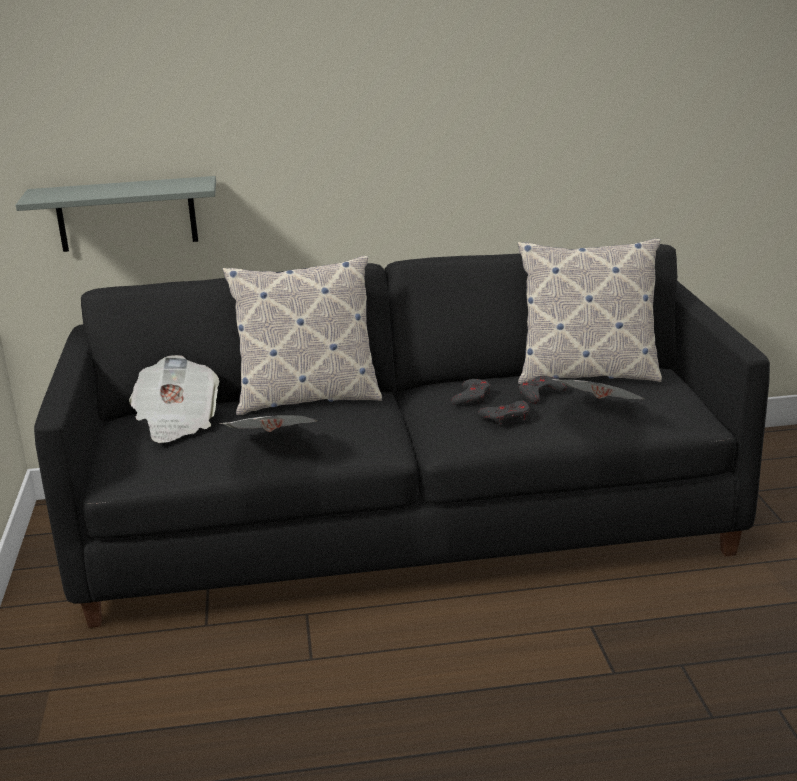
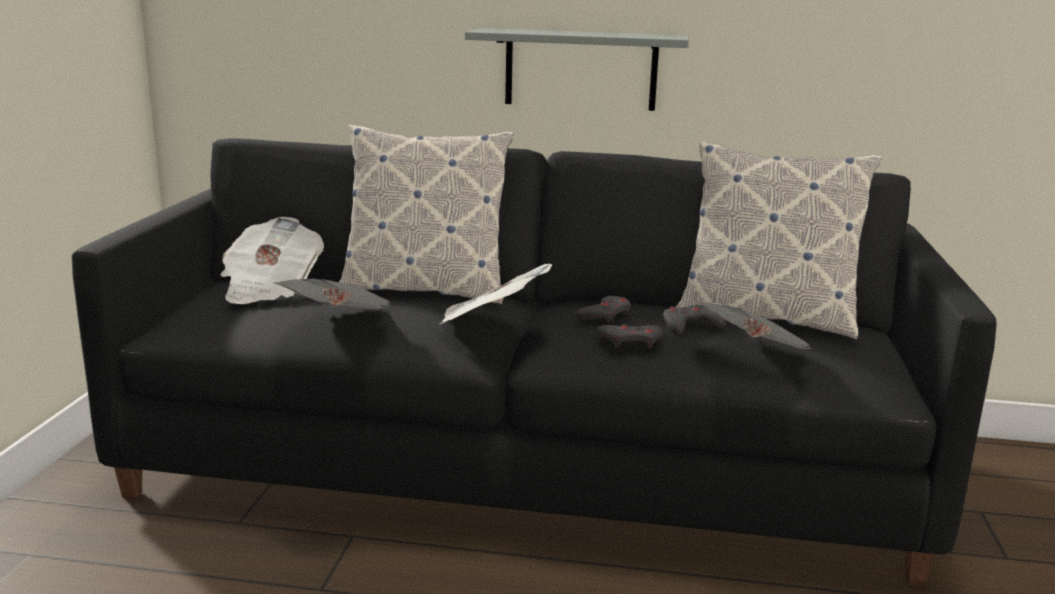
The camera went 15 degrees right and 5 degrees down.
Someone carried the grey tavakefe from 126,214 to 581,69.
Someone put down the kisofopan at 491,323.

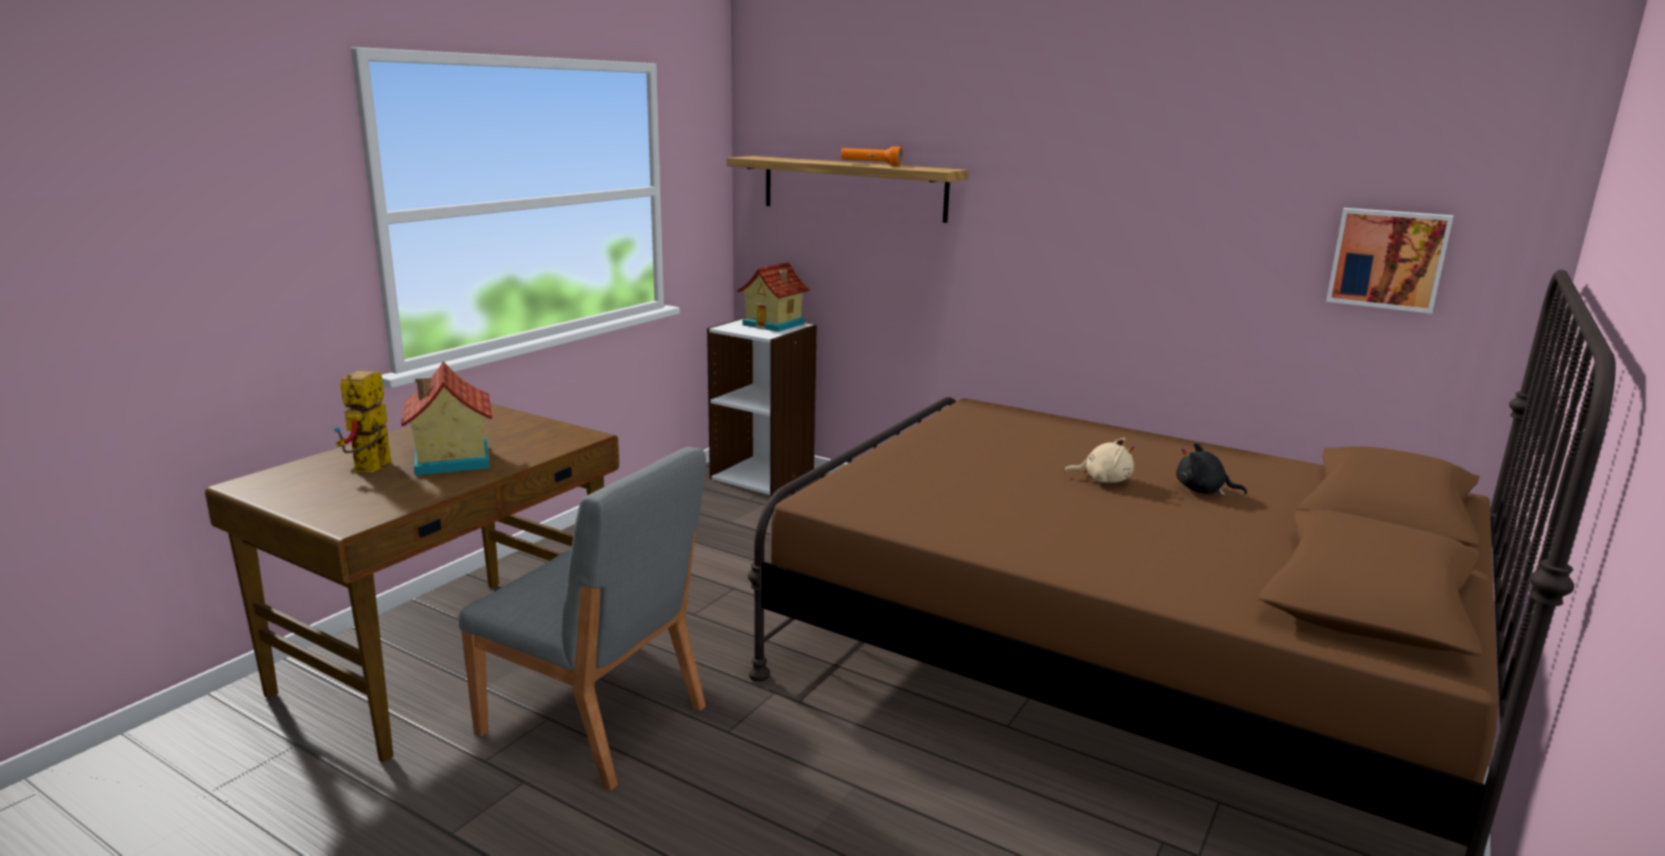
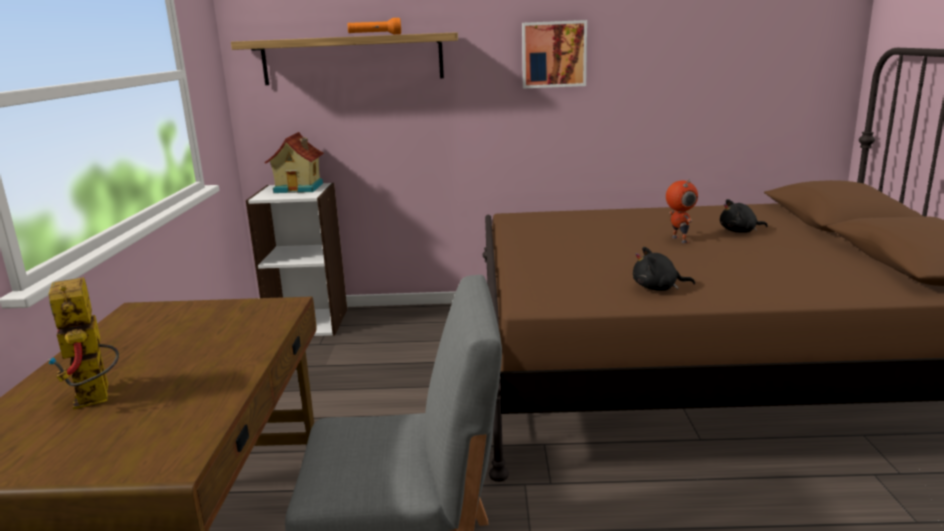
The camera went 30 degrees left and 0 degrees up.
Someone took away the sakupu at 449,460.
Someone swapped the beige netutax at 1103,480 for the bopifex at 678,240.
Someone carried the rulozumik from 1388,259 to 553,54.
Someone put down the black netutax at 658,288.

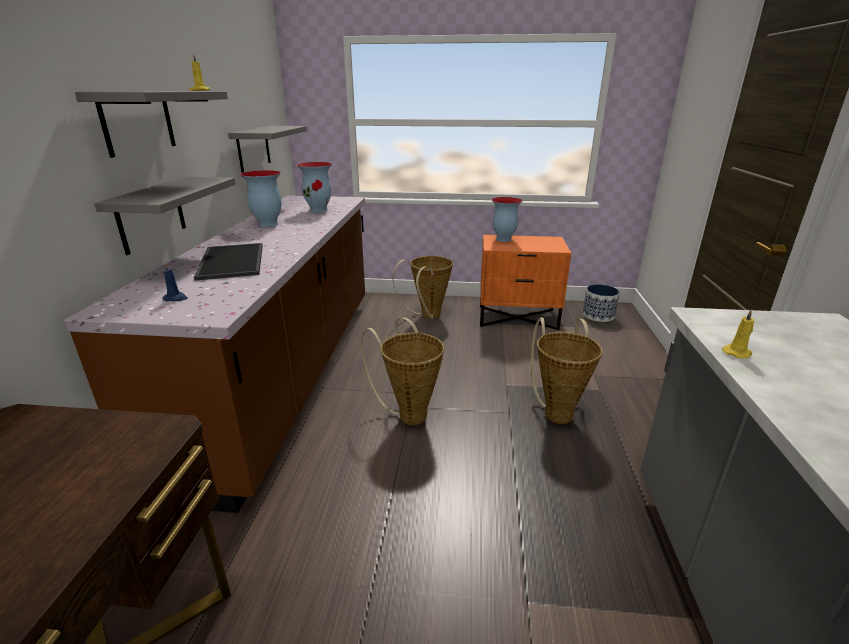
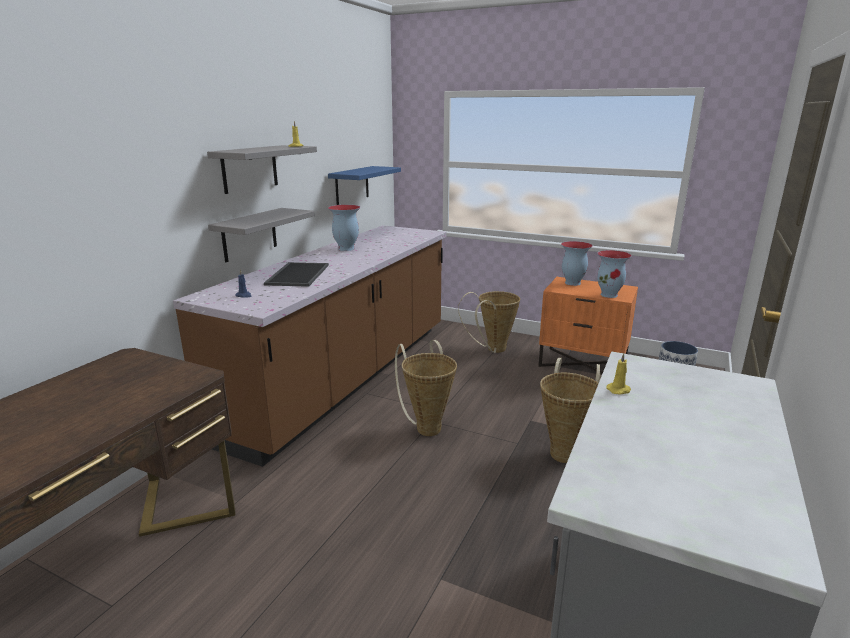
The camera went 20 degrees right and 5 degrees down.
Someone repainted the grey tavakefe at 253,148, which became the blue tavakefe at 352,185.
Someone carried the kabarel from 319,210 to 609,295.

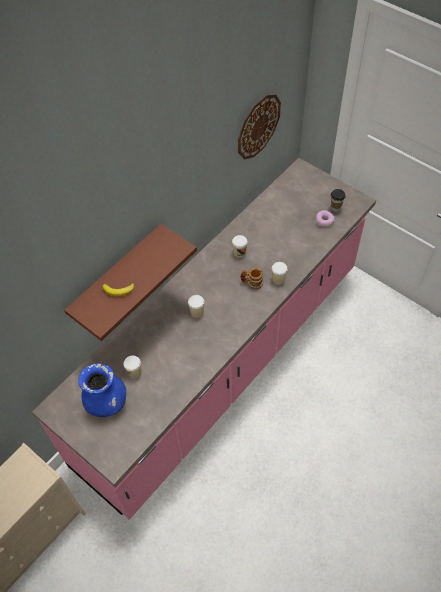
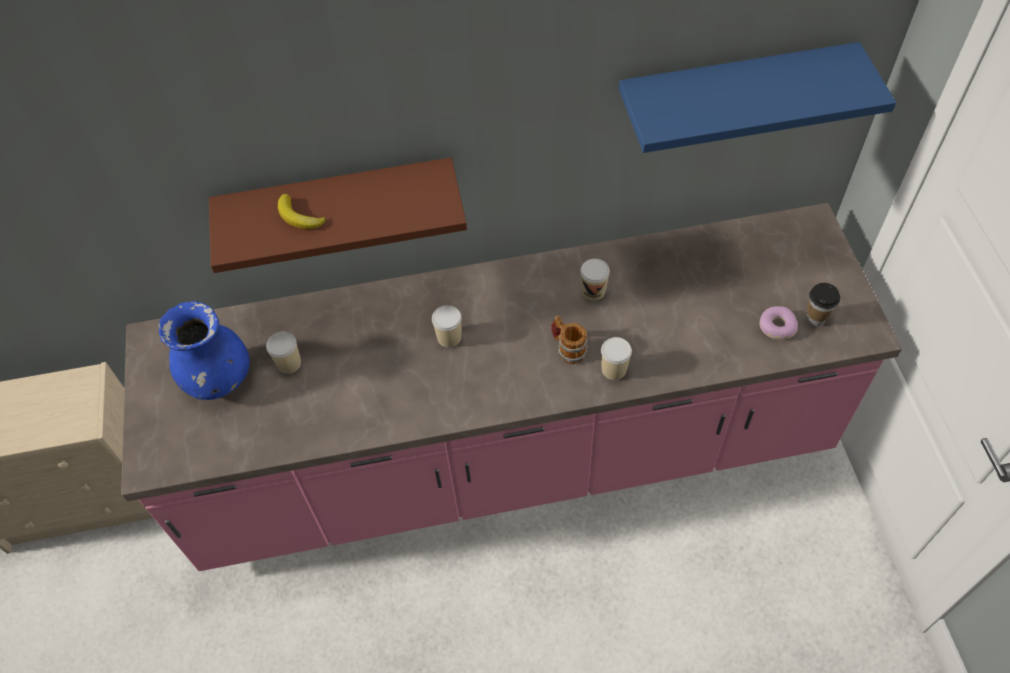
The camera went 40 degrees right and 0 degrees up.
Someone swapped the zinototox at 258,126 for the blue tavakefe at 734,92.

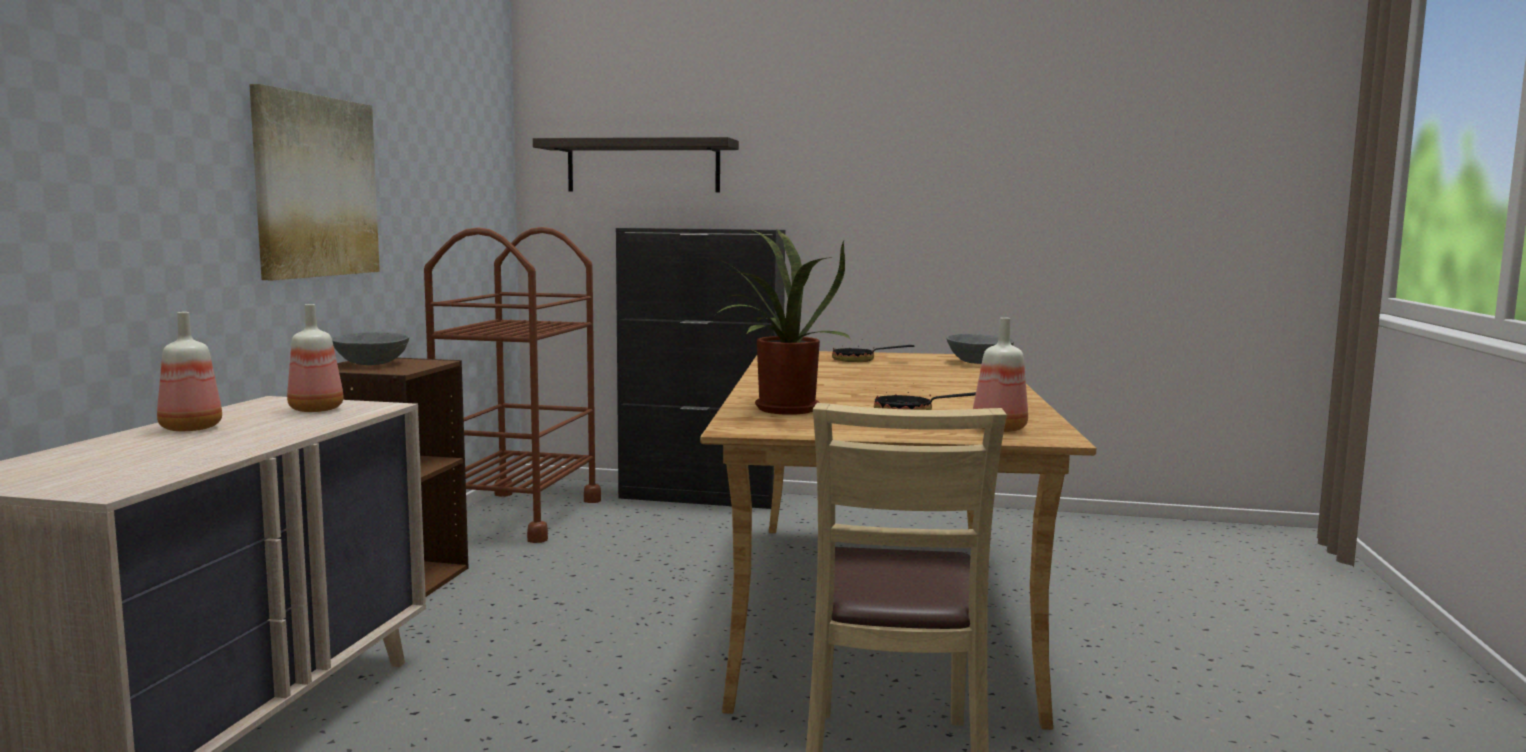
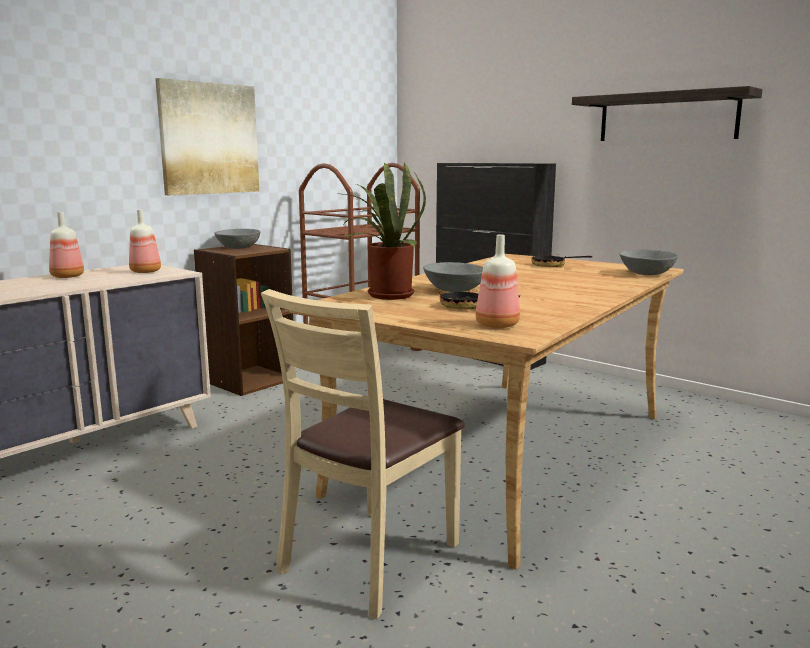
The camera went 30 degrees right and 5 degrees up.
Someone carried the tavakefe from 643,166 to 667,117.
Someone put down the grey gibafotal at 453,290.

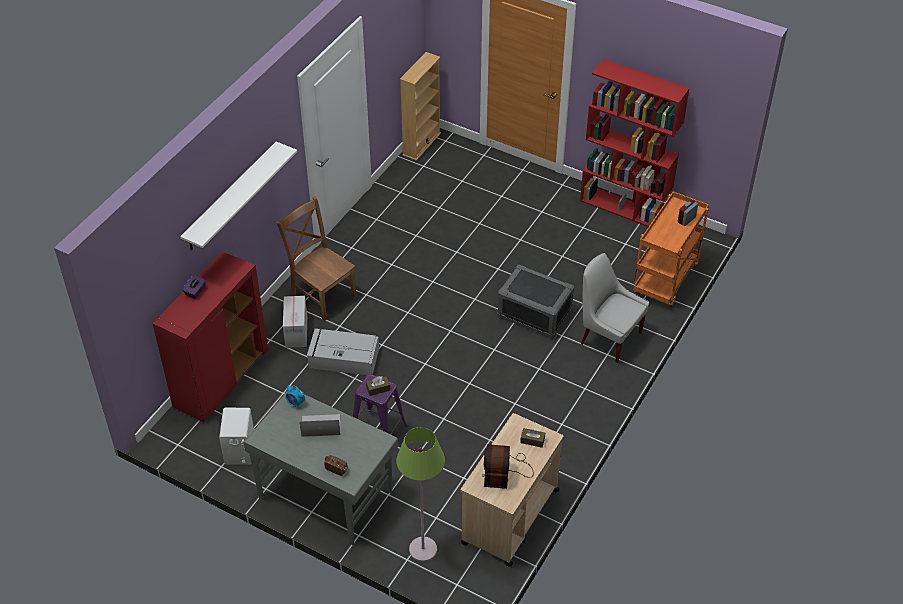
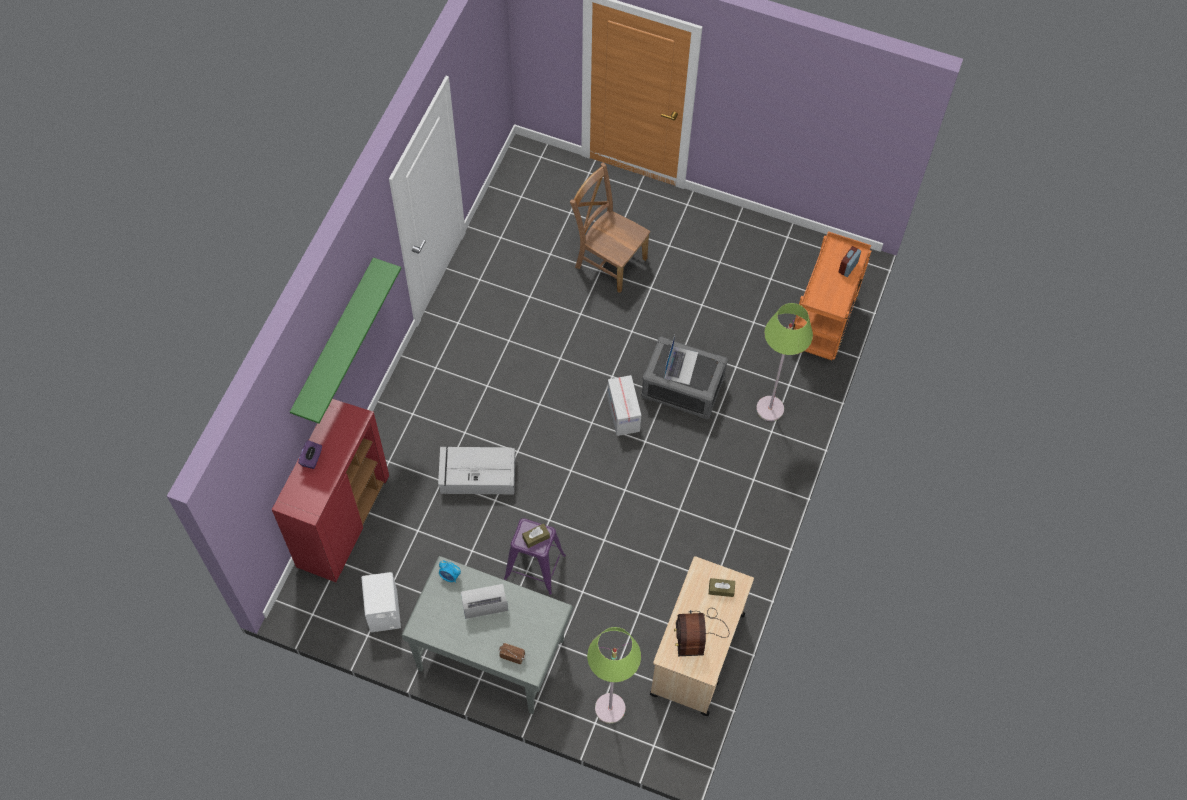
The camera went 10 degrees left and 15 degrees up.
Someone repainted the white tavakefe at 231,197, which became the green tavakefe at 334,340.
Someone carried the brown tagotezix from 321,295 to 608,261.
Someone carried the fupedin from 296,332 to 623,414.
Someone took away the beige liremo at 421,144.
Someone took away the red liremo at 624,208.
Someone swapped the white tagotezix at 608,337 for the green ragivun at 770,408.
Someone put down the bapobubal at 681,365.

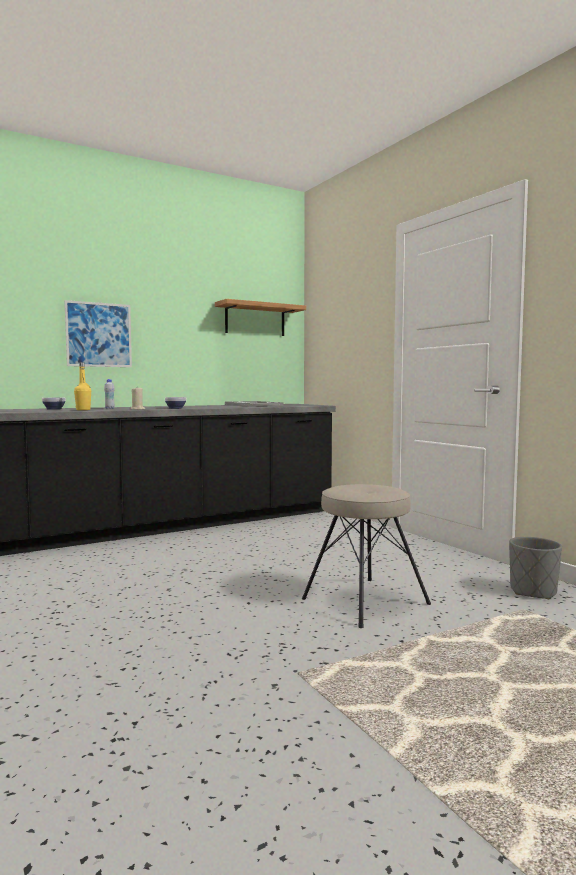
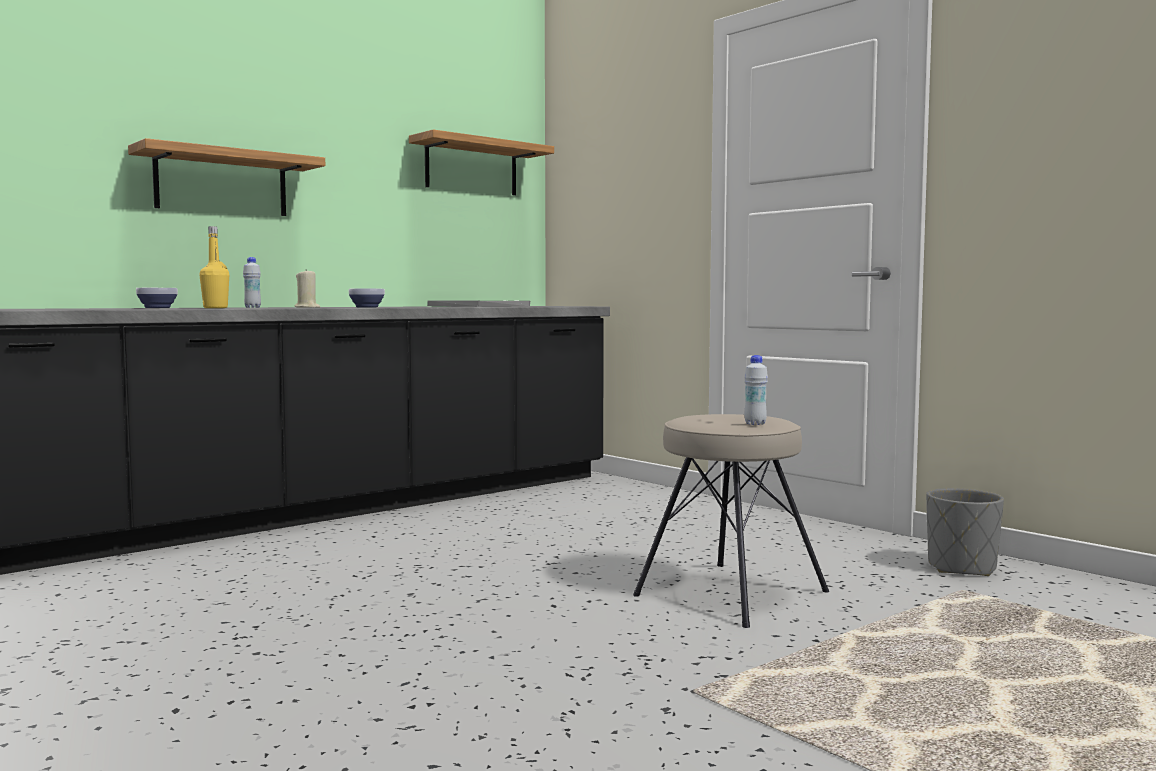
The camera went 10 degrees left and 0 degrees up.
Someone swapped the rulozumik at 99,334 for the tavakefe at 221,183.
Someone put down the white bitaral at 755,424.

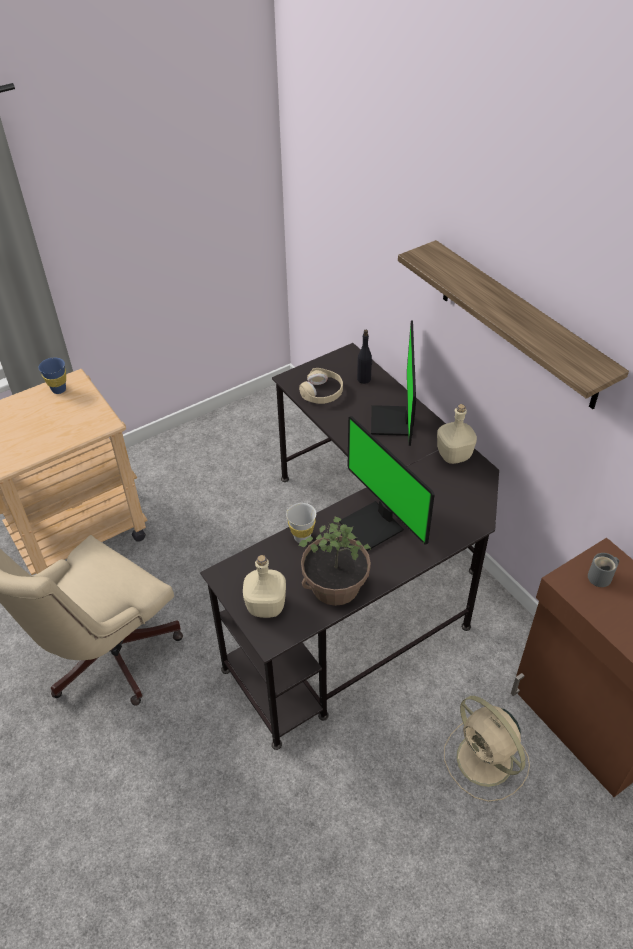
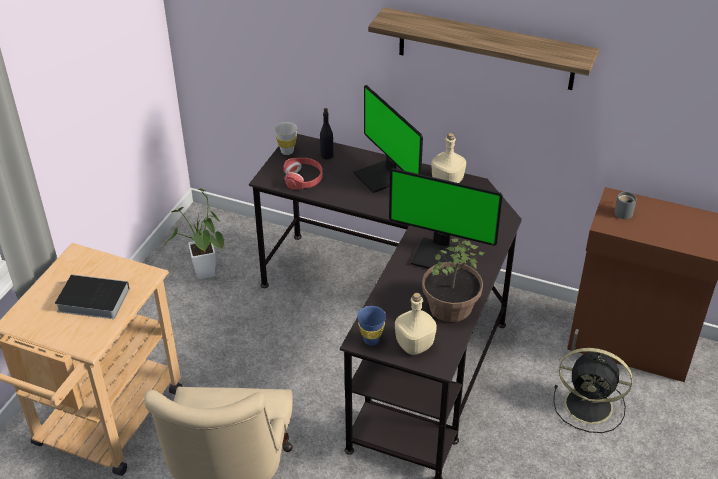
The camera went 35 degrees left and 5 degrees down.
Someone carried the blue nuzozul from 59,389 to 371,340.
Someone carried the white nuzozul from 302,537 to 287,151.
Someone repainted the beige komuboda at 322,392, which became the red komuboda at 303,178.
Someone repainted the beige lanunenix at 486,761, which became the black lanunenix at 590,406.
Someone put down the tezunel at 91,300.
Someone put down the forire at 205,276.

